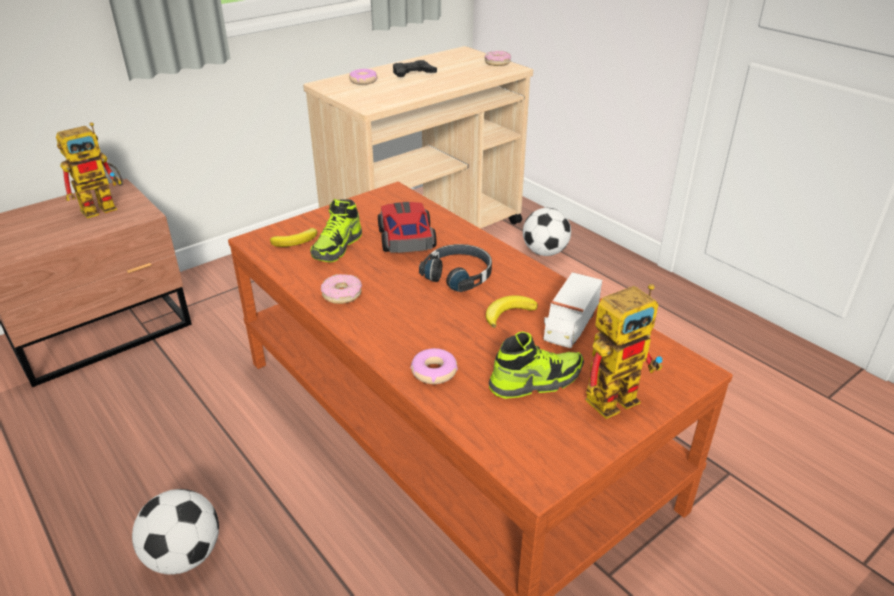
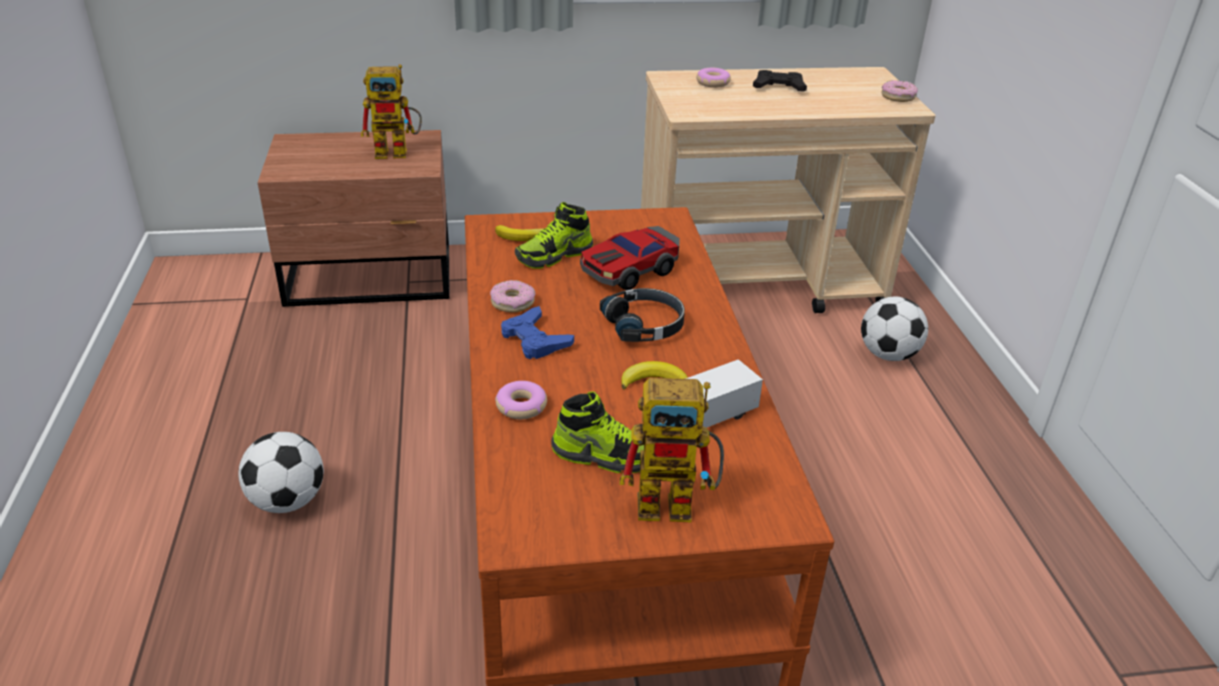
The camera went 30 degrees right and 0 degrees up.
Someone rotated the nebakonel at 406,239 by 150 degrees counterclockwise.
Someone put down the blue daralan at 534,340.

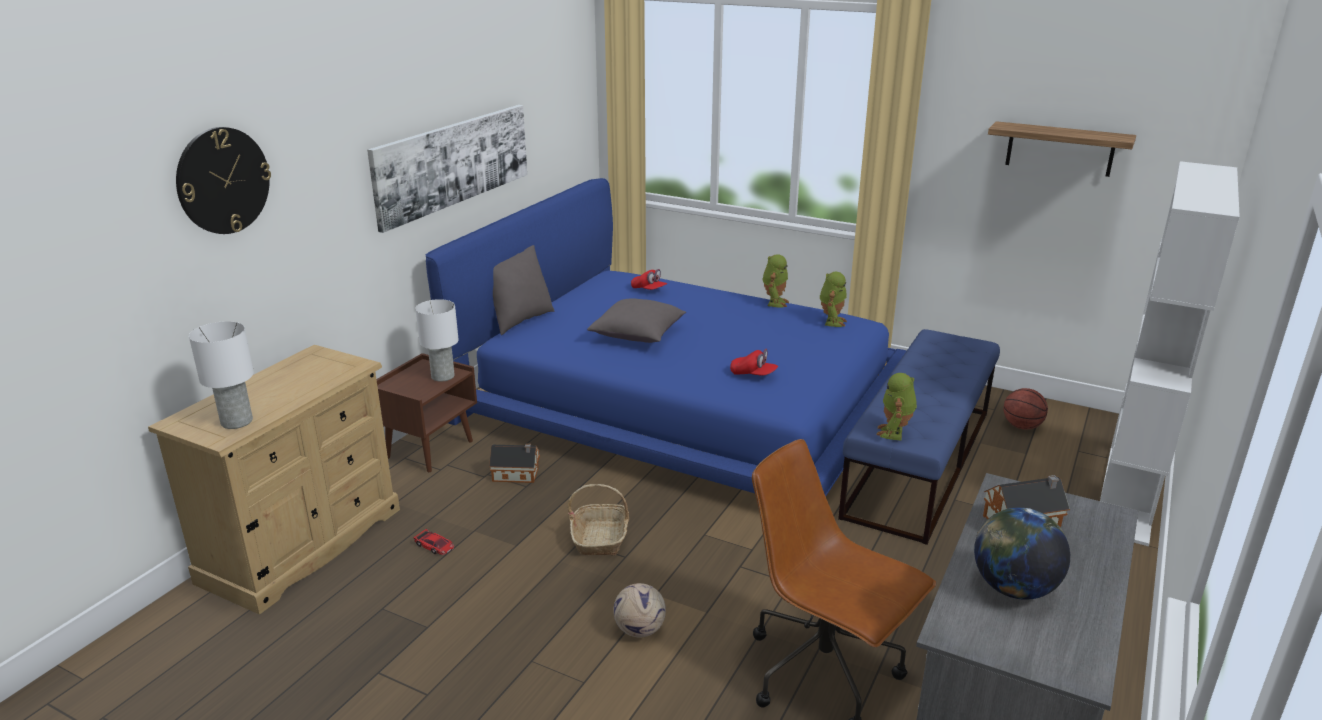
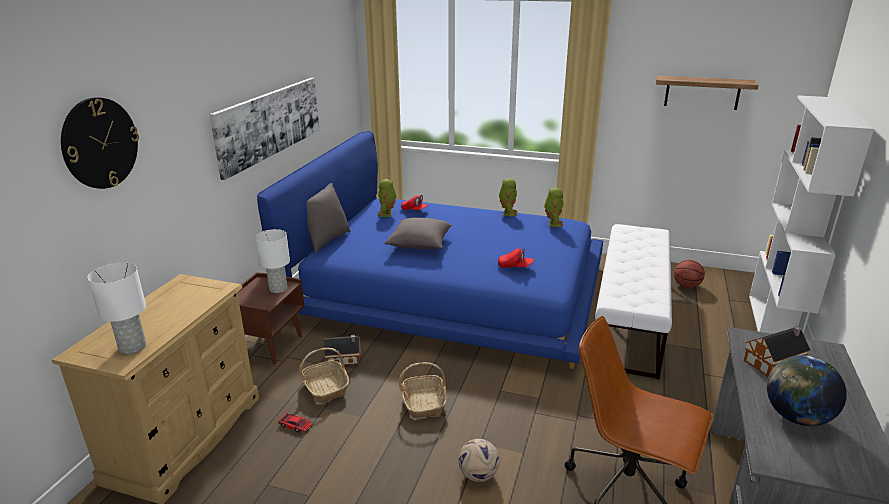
The camera went 10 degrees left and 0 degrees up.
Someone repainted the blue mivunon at 919,461, which became the white mivunon at 629,318.
Someone carried the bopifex from 894,433 to 387,214.
Someone put down the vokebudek at 325,387.

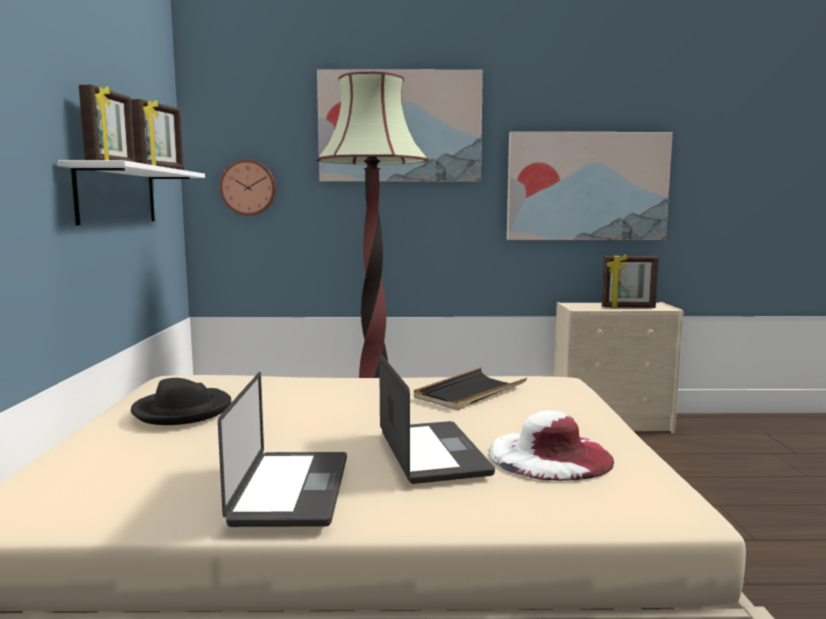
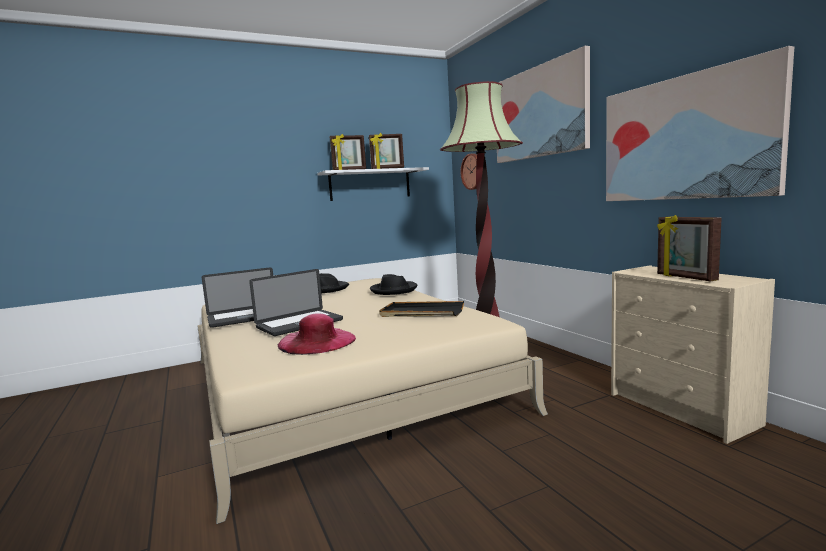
The camera went 65 degrees right and 0 degrees up.
Someone repainted the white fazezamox at 549,455, which became the pink fazezamox at 317,341.
Someone put down the black fazezamox at 393,290.

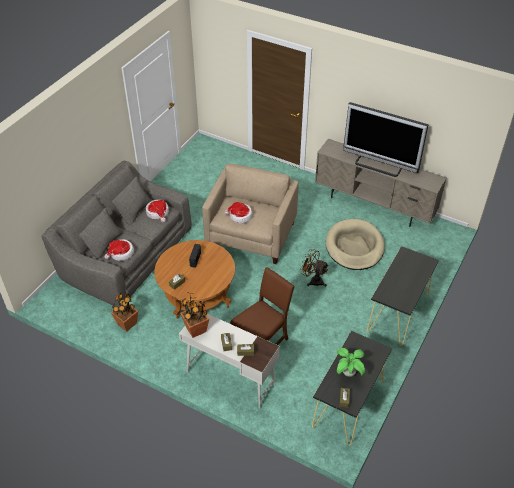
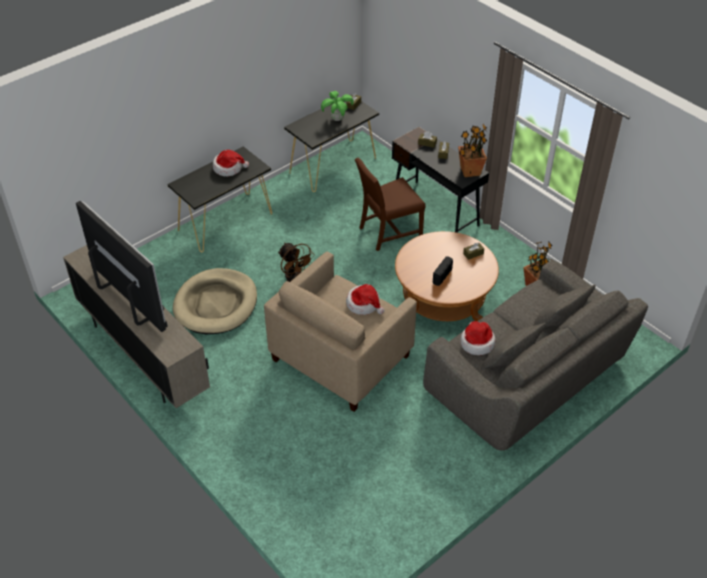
The camera went 160 degrees left and 0 degrees up.
Someone carried the fazezamox from 121,253 to 228,168.
Someone repainted the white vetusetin at 230,377, which became the black vetusetin at 435,210.

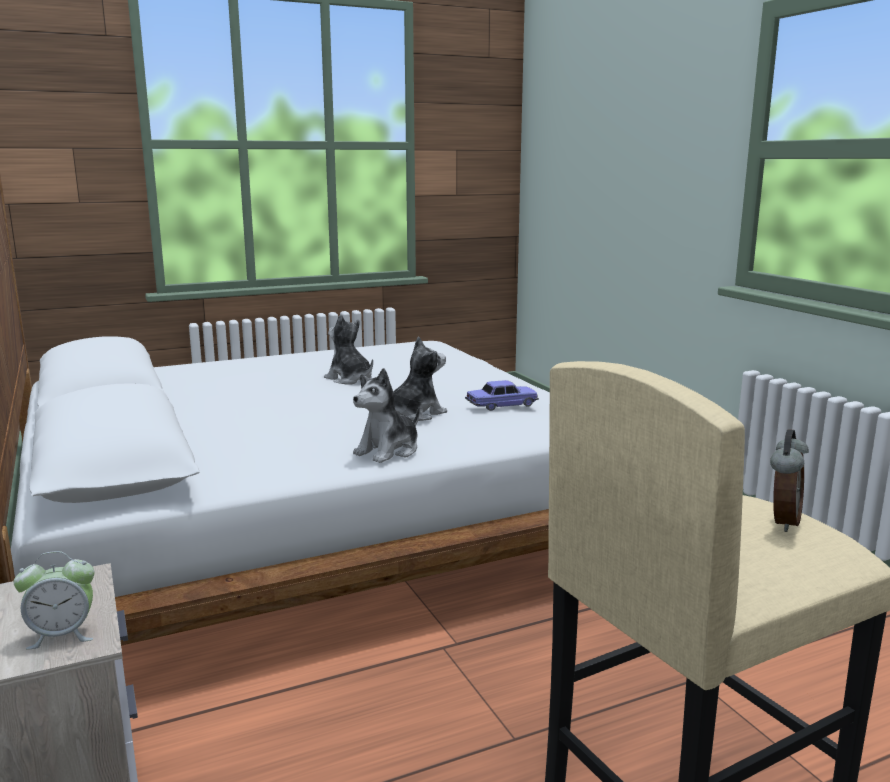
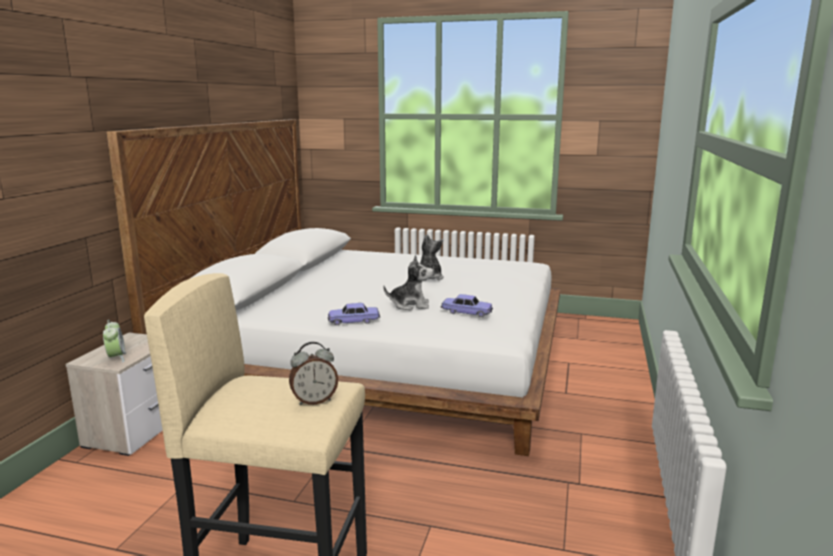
The camera went 40 degrees right and 0 degrees up.
Someone rotated the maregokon at 62,635 by 135 degrees counterclockwise.
Someone swapped the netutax at 388,451 for the nebakonel at 354,321.

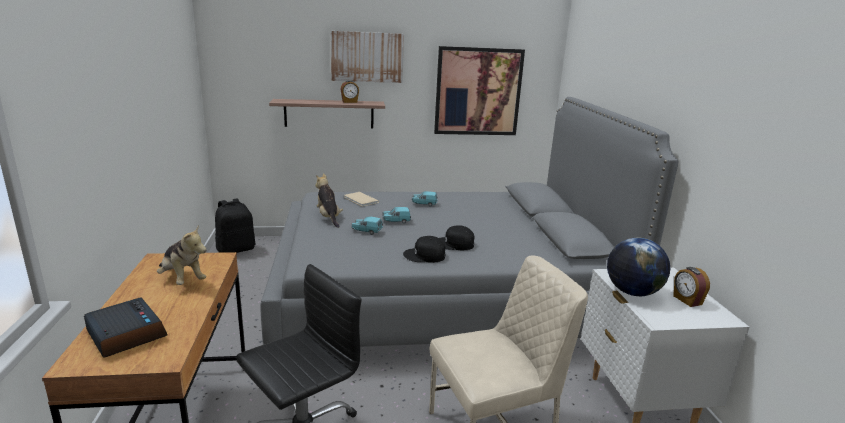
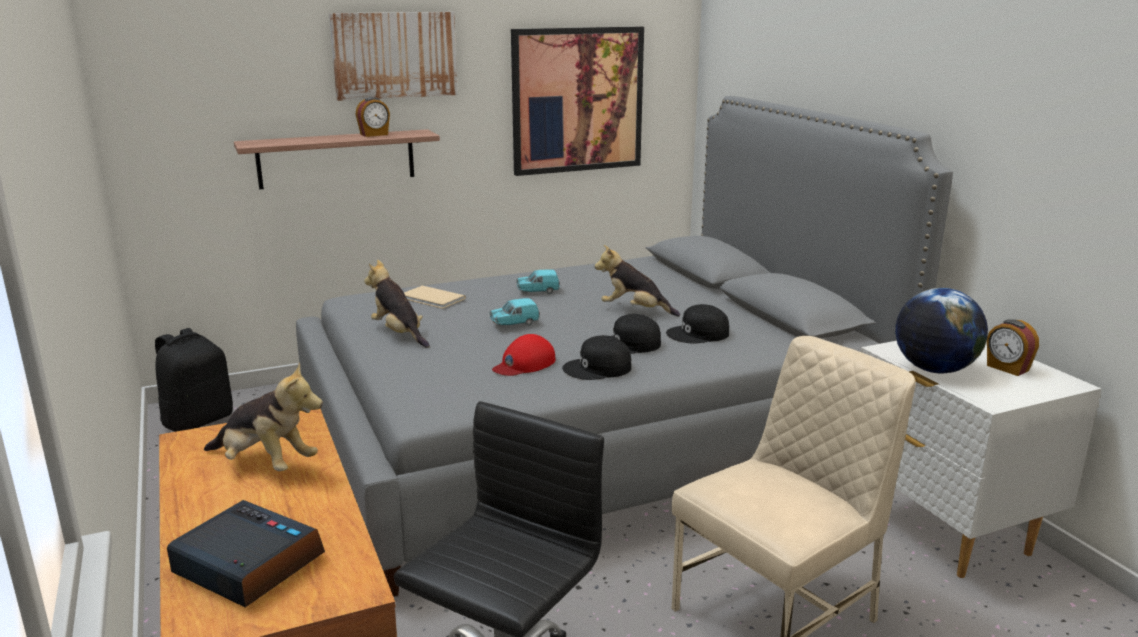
The camera went 15 degrees left and 0 degrees up.
Someone took away the turquoise nebakonel at 367,231.
Someone put down the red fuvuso at 524,364.
Someone put down the netutax at 634,310.
Someone put down the black fuvuso at 698,334.

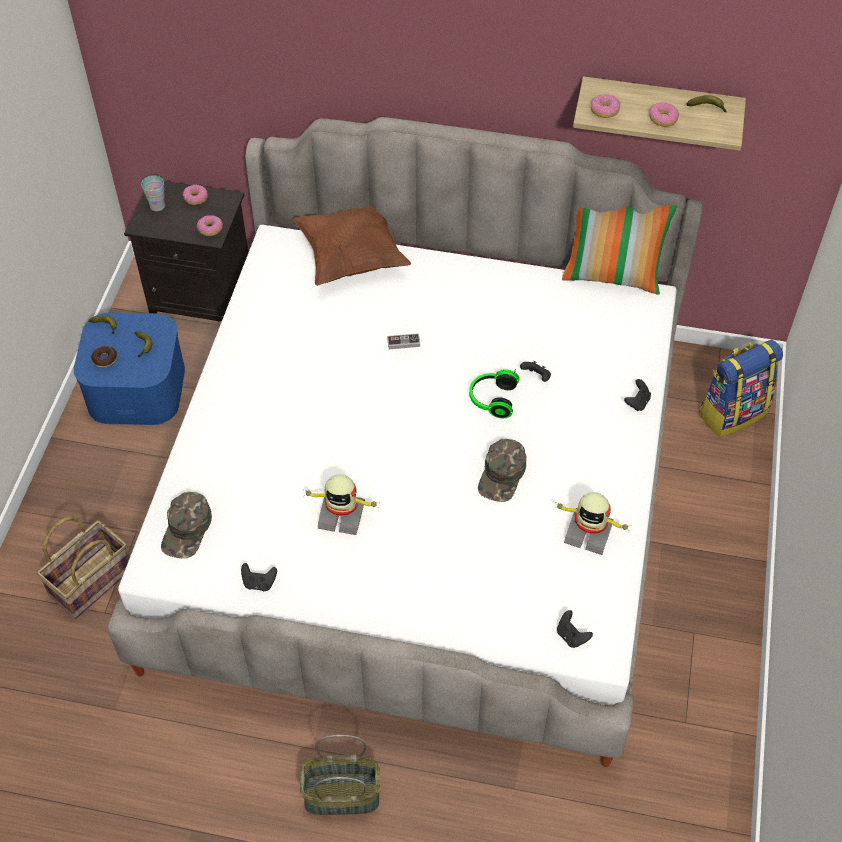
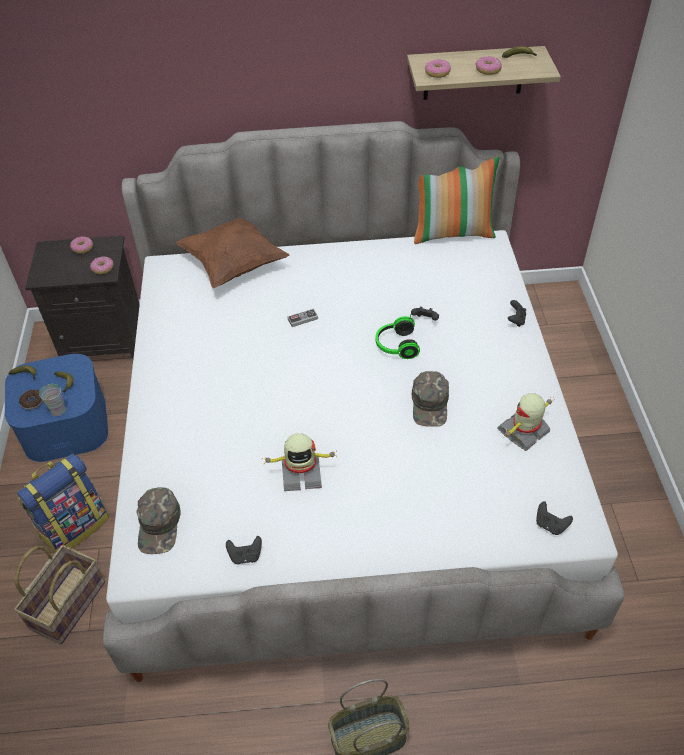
The camera went 15 degrees left and 5 degrees down.
Someone carried the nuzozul from 157,206 to 58,410.
Someone rotated the bopifex at 588,532 by 135 degrees clockwise.
Someone carried the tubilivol from 732,412 to 74,526.

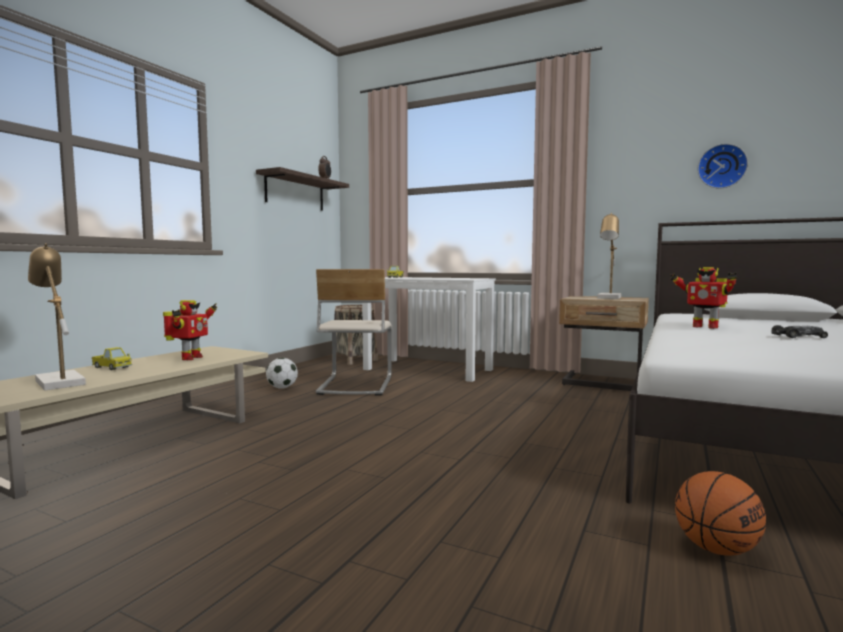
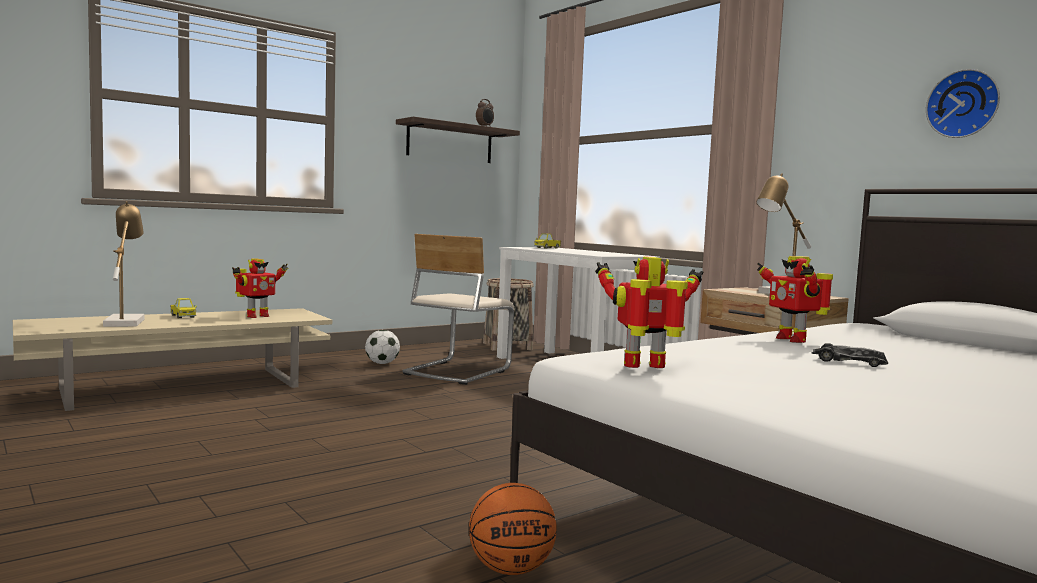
The camera went 25 degrees right and 0 degrees up.
Someone put down the bopifex at 646,367.

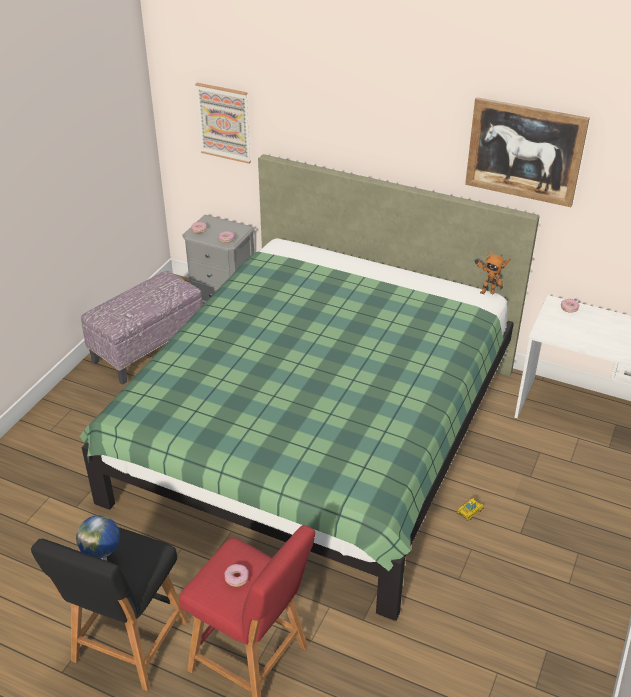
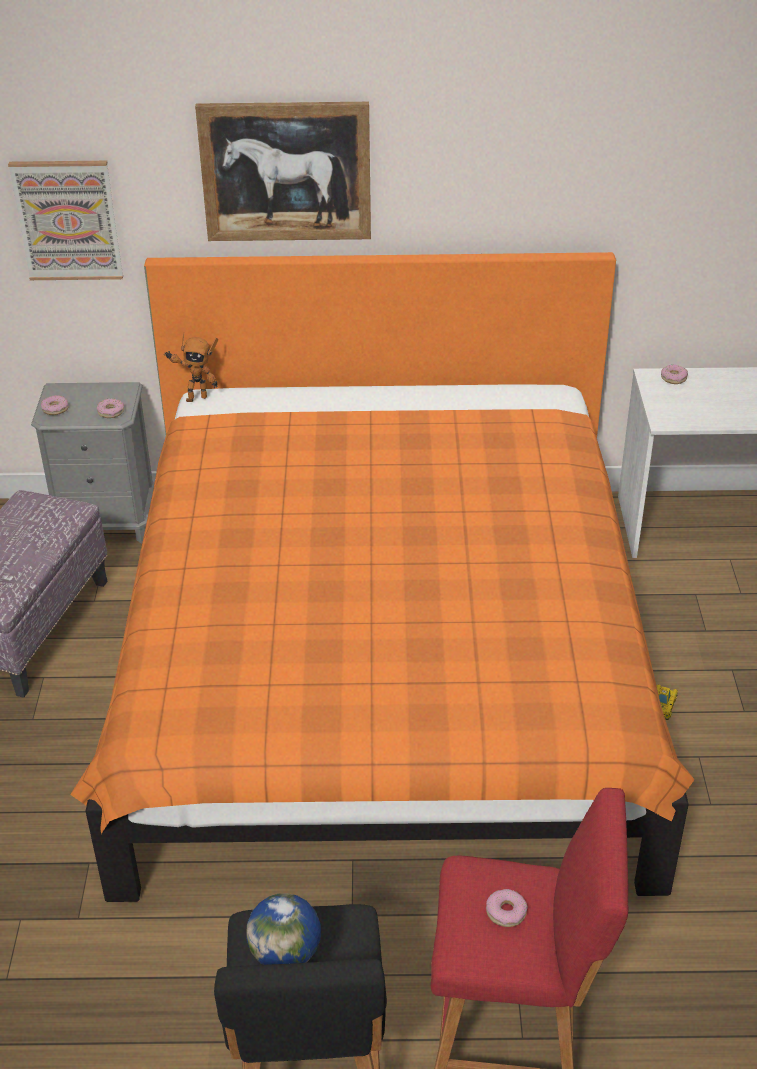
The camera went 25 degrees left and 0 degrees up.
Someone repainted the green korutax at 317,433, which became the orange korutax at 382,670.
Someone carried the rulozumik from 524,152 to 286,172.
Someone carried the bopifex from 487,292 to 195,397.

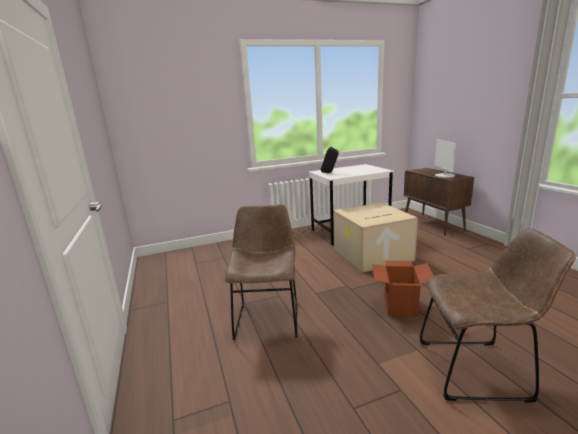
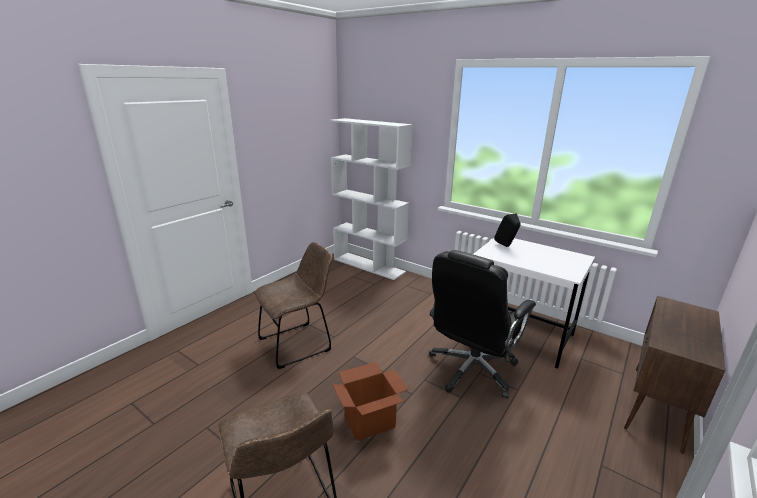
The camera went 55 degrees right and 5 degrees up.
Someone swapped the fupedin at 372,255 for the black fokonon at 471,370.
Someone took away the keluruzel at 444,176.
Someone put down the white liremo at 369,265.

